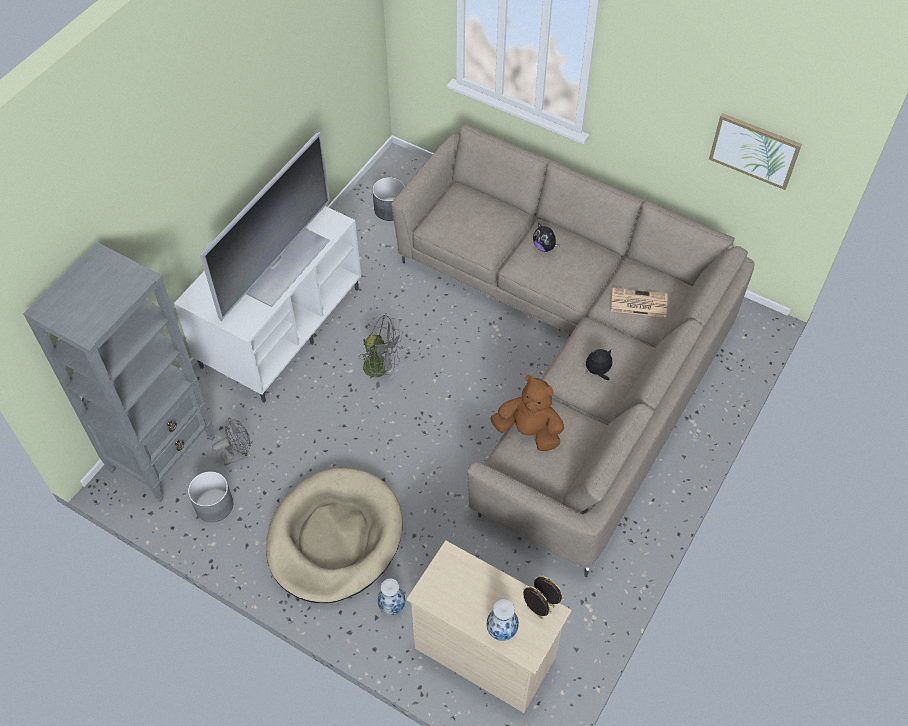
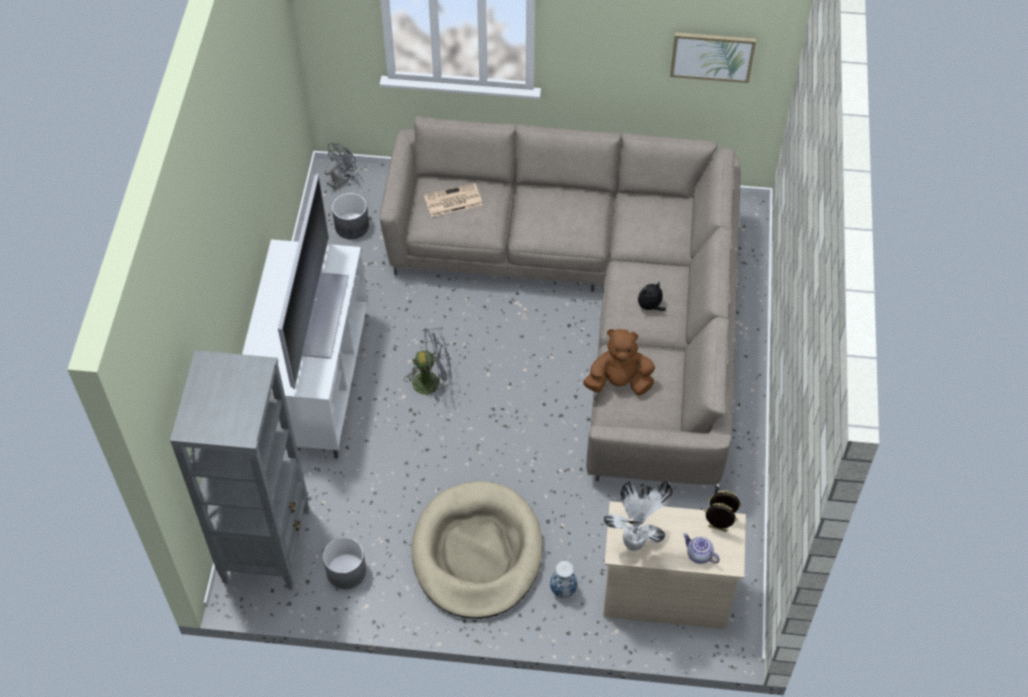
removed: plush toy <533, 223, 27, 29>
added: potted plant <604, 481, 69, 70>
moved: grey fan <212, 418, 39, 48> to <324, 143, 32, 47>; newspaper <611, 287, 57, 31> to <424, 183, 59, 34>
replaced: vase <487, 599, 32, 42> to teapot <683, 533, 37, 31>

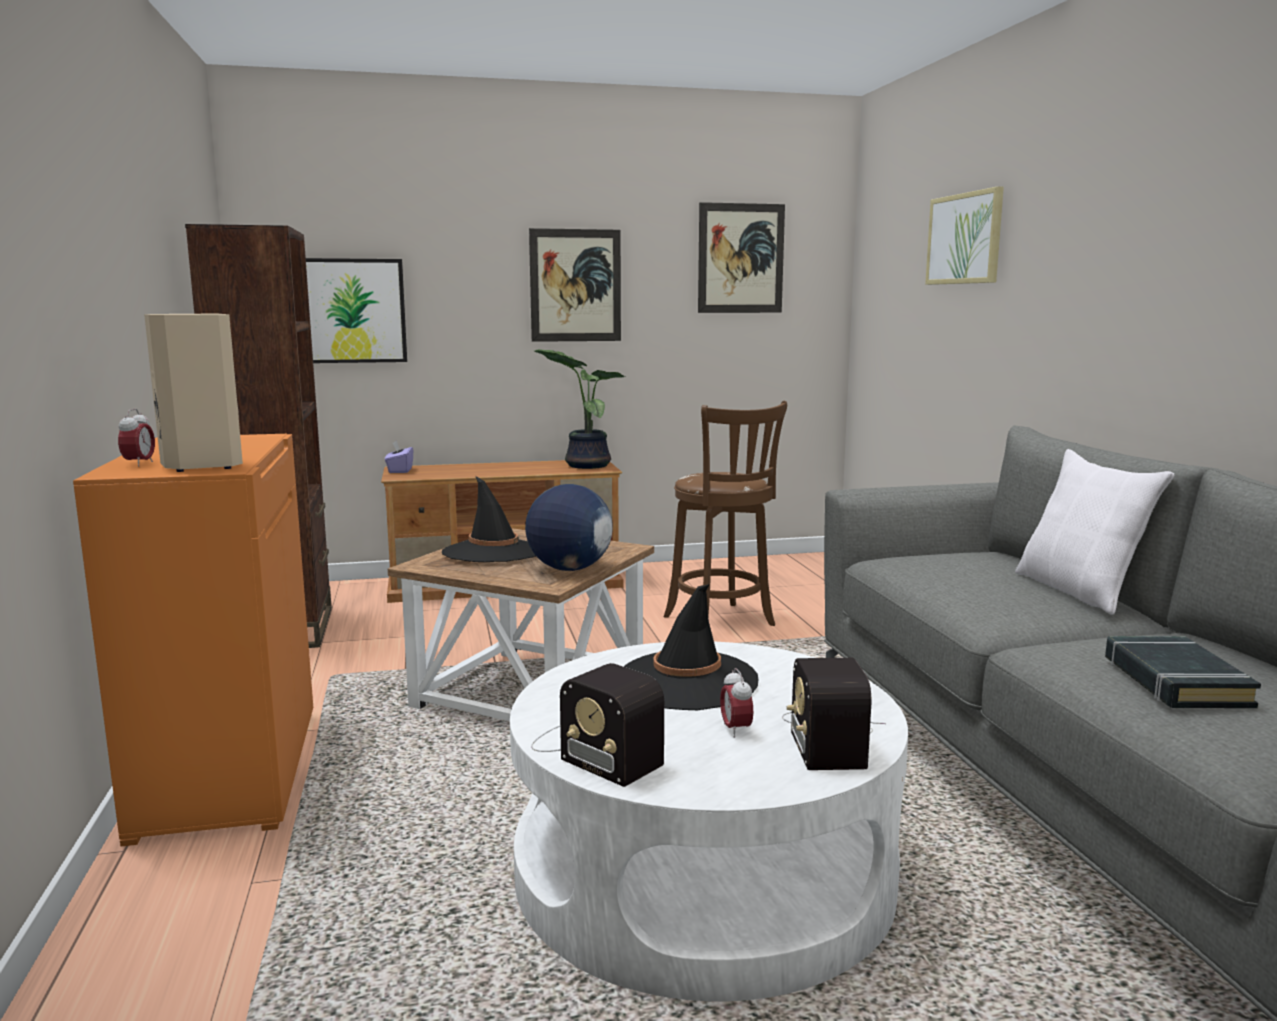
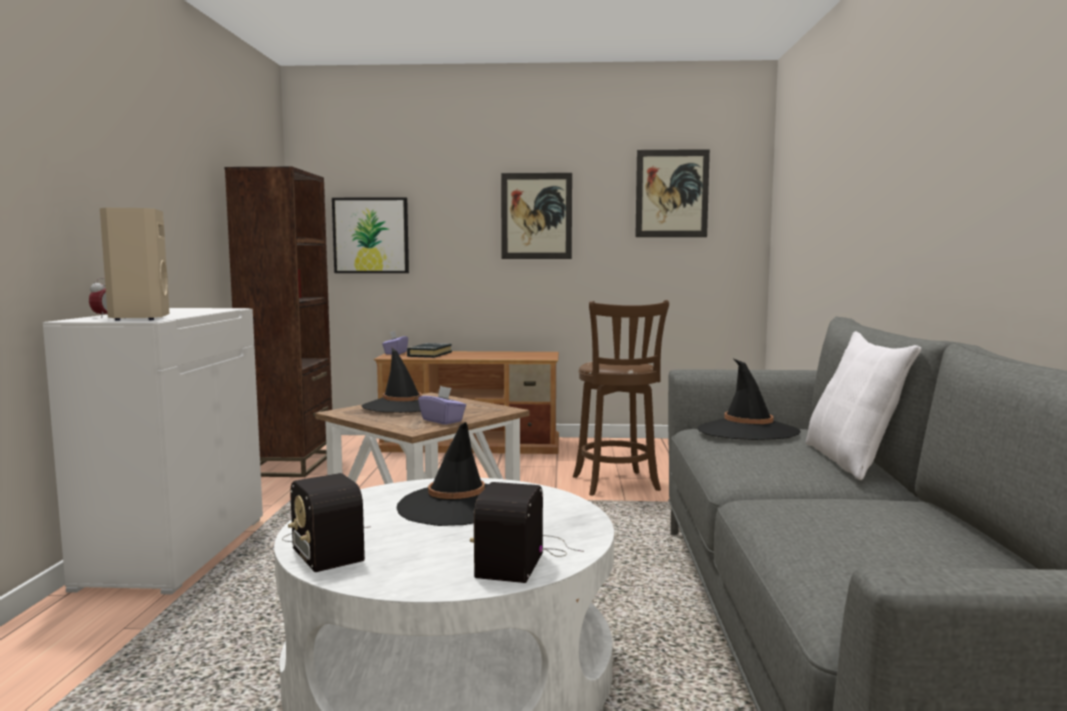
removed: potted plant <534, 349, 91, 120>; alarm clock <720, 668, 33, 70>; picture <925, 186, 79, 99>
added: black hat <697, 359, 104, 81>
moved: black book <1105, 636, 156, 72> to <407, 343, 45, 15>
replaced: globe <525, 484, 88, 87> to purple tissue box <418, 386, 48, 39>
recoloured: orange cabinet <73, 434, 240, 412> to white cabinet <43, 308, 220, 287>

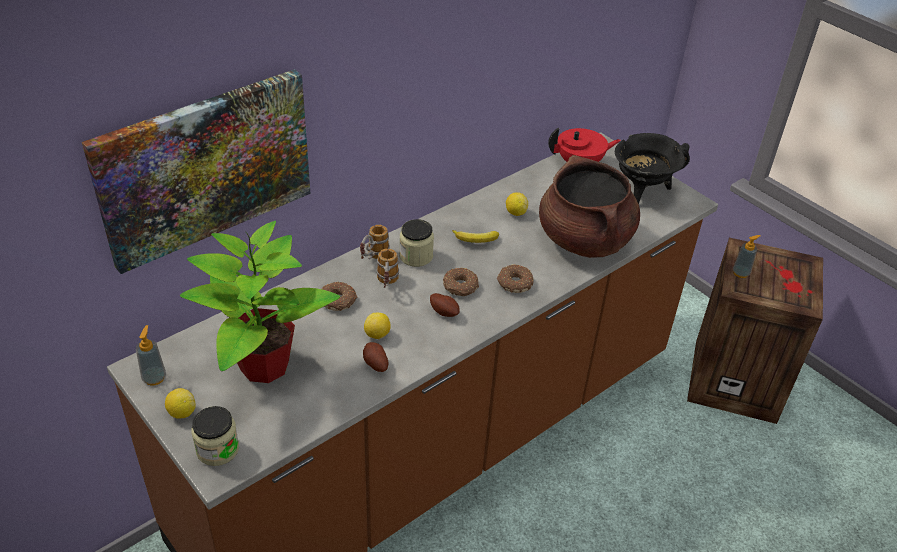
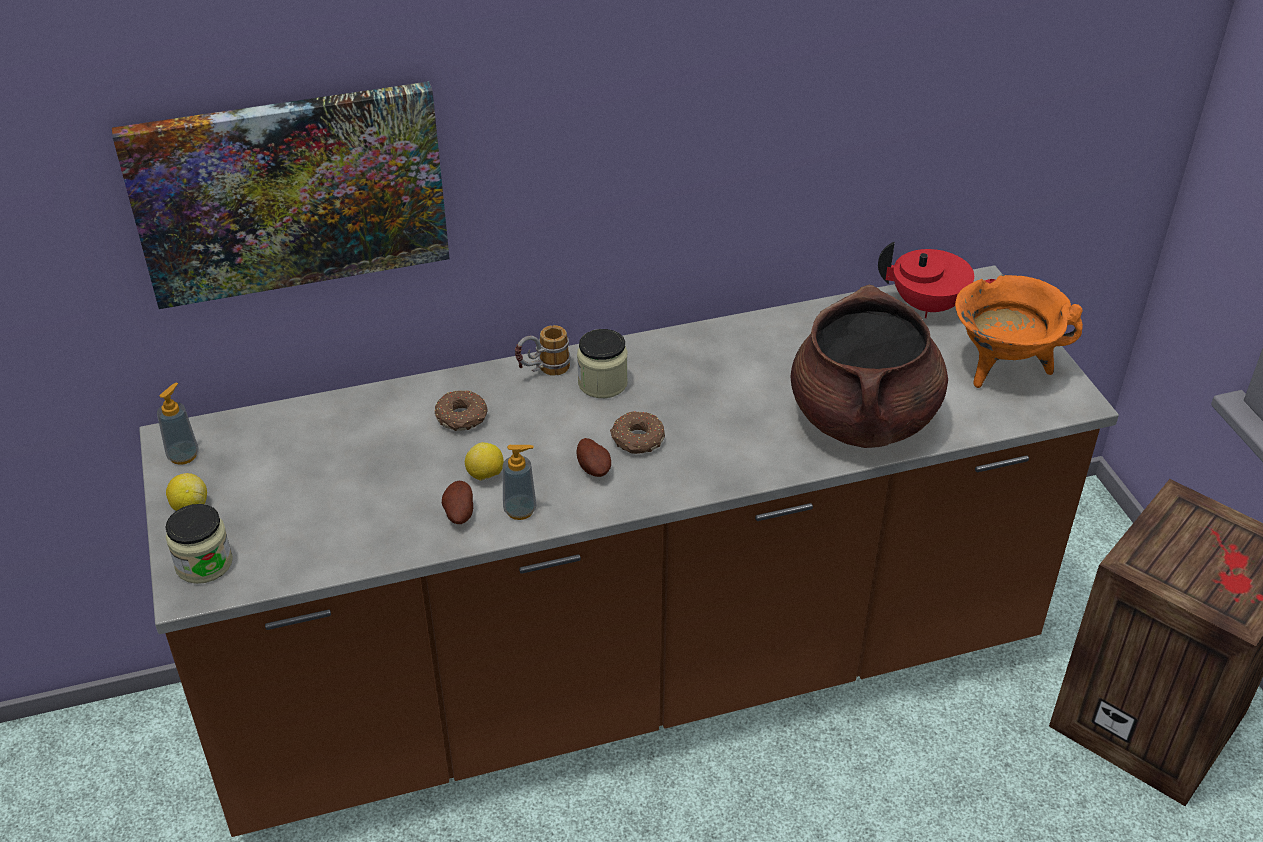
removed: potted plant <179, 221, 161, 162>; mug <376, 249, 23, 39>; banana <452, 230, 47, 13>; donut <497, 264, 37, 29>; lemon <506, 192, 22, 24>
moved: soap dispenser <733, 235, 28, 43> to <502, 445, 35, 75>
recoloured: black cooking pot <615, 133, 75, 71> to orange cooking pot <955, 275, 128, 113>

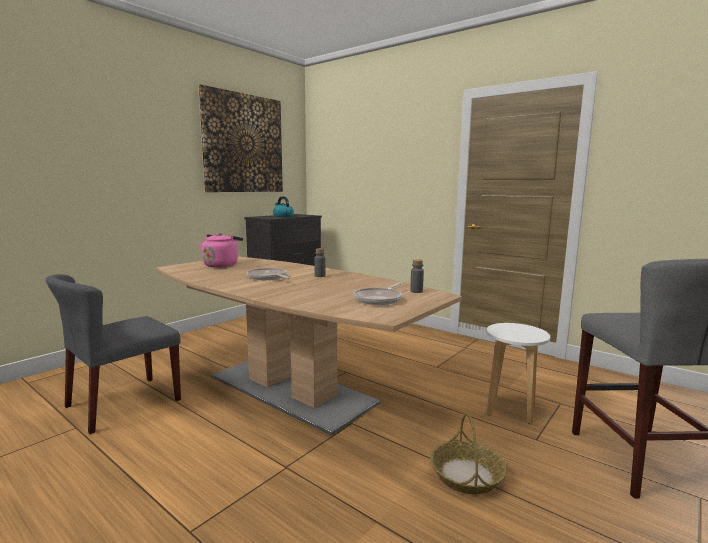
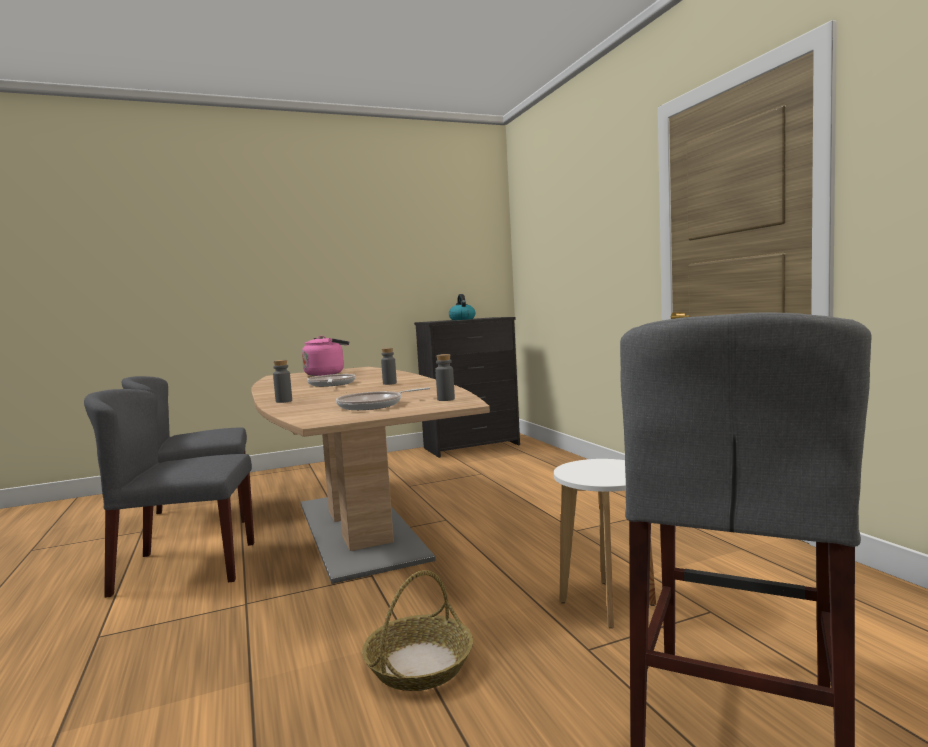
removed: picture <198, 84, 85, 108>
added: grey chair <84, 389, 170, 209>; grey bottle <273, 360, 19, 43>

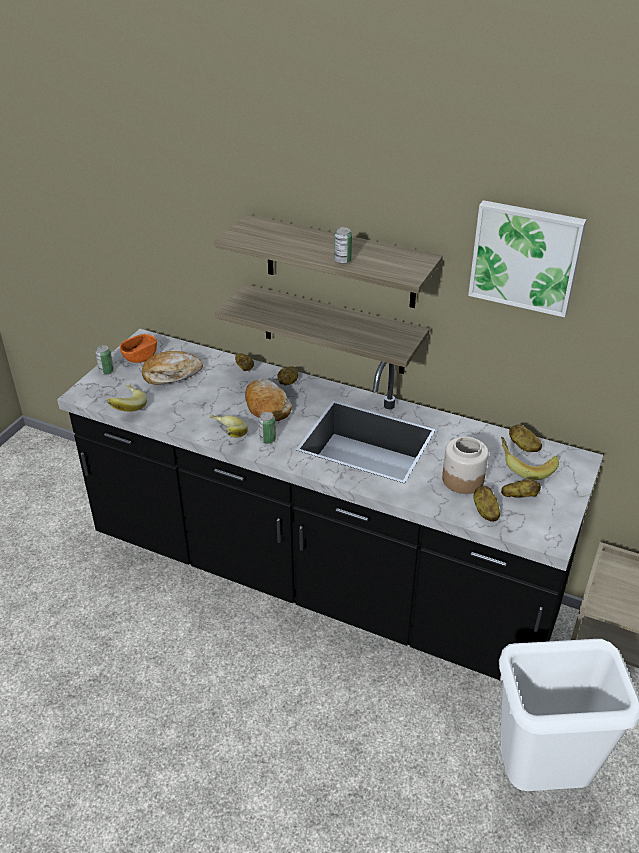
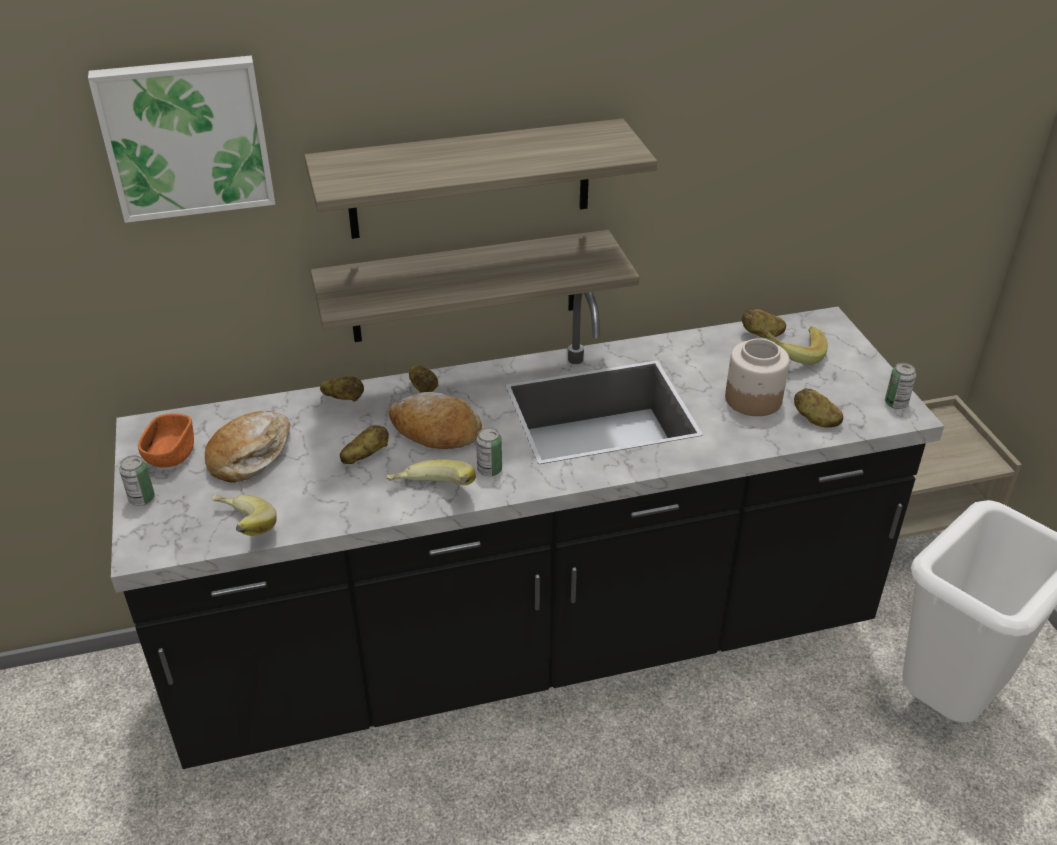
moved: picture <468, 200, 118, 117> to <88, 56, 187, 167>; potato <501, 479, 40, 19> to <340, 425, 49, 39>; can <334, 227, 18, 37> to <885, 363, 31, 46>

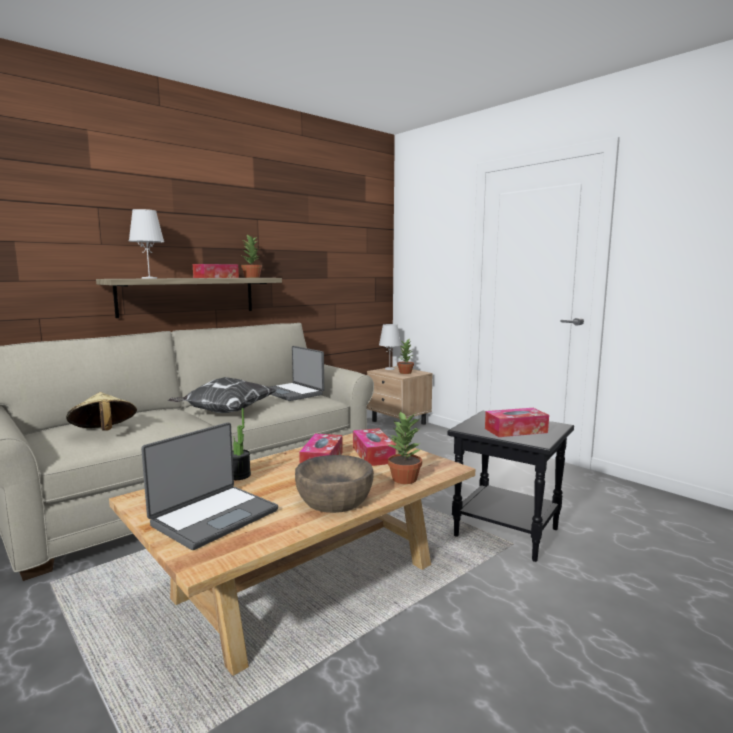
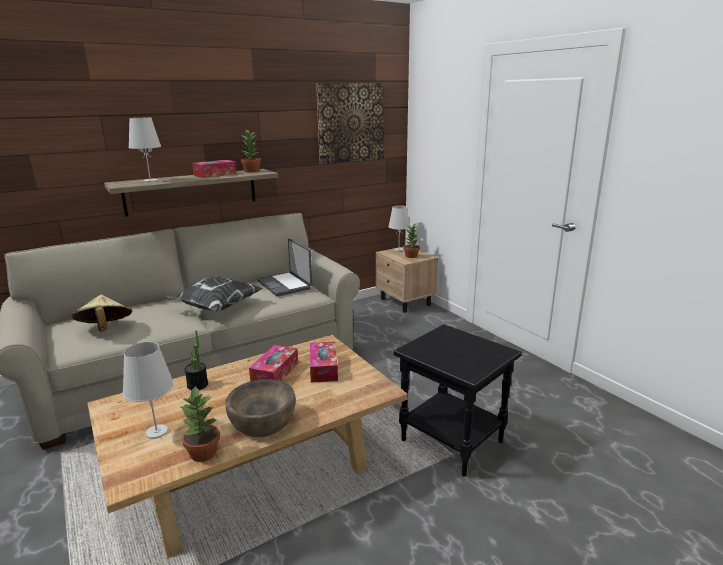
removed: tissue box <485, 408, 64, 29>
added: picture <316, 83, 68, 81>
moved: potted plant <386, 411, 36, 73> to <179, 386, 41, 76>
replaced: laptop <141, 422, 137, 128> to white table lamp <123, 342, 51, 97>

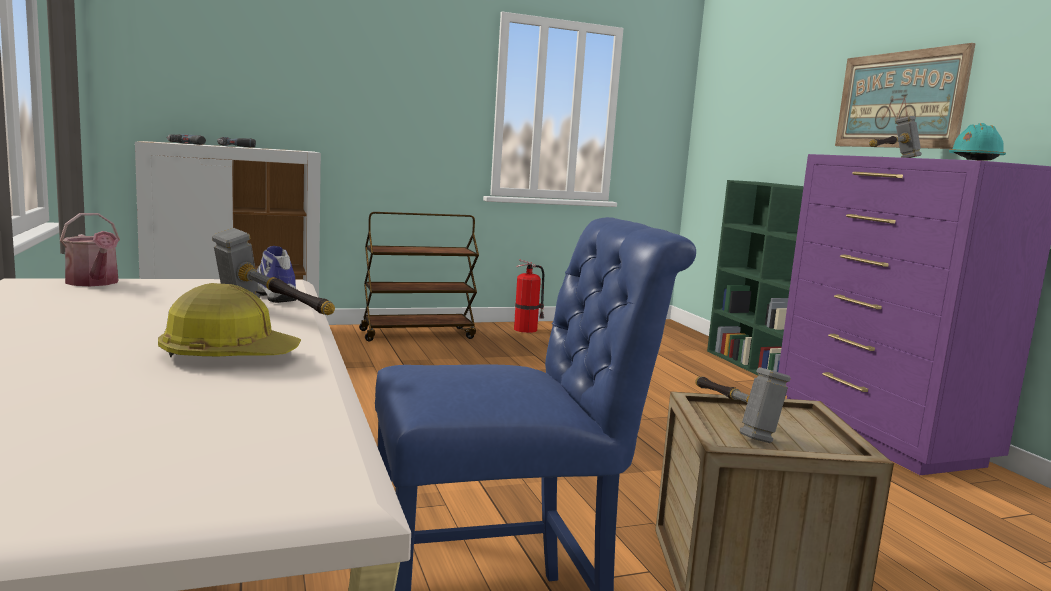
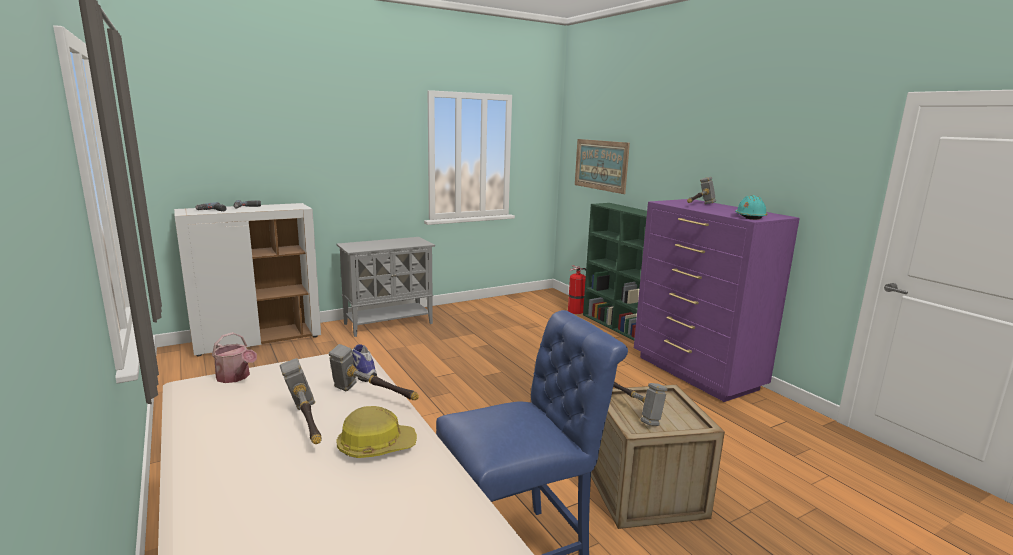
added: hammer <280, 358, 42, 86>
moved: fire extinguisher <514, 259, 30, 74> to <568, 265, 18, 49>; picture <835, 43, 141, 106> to <575, 139, 55, 55>
replaced: brown cart <359, 212, 120, 129> to grey cabinet <336, 237, 99, 100>

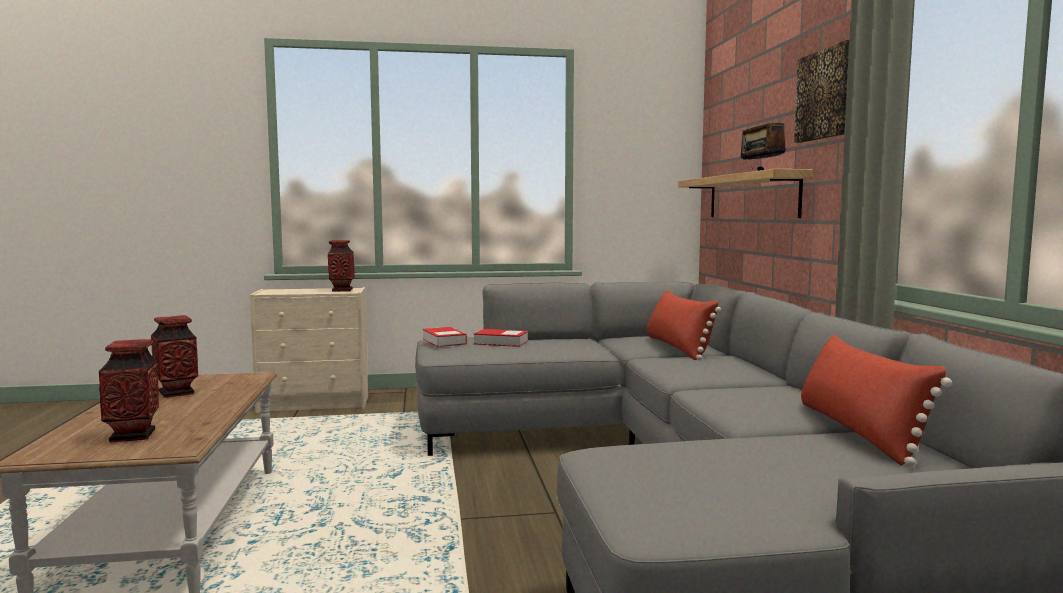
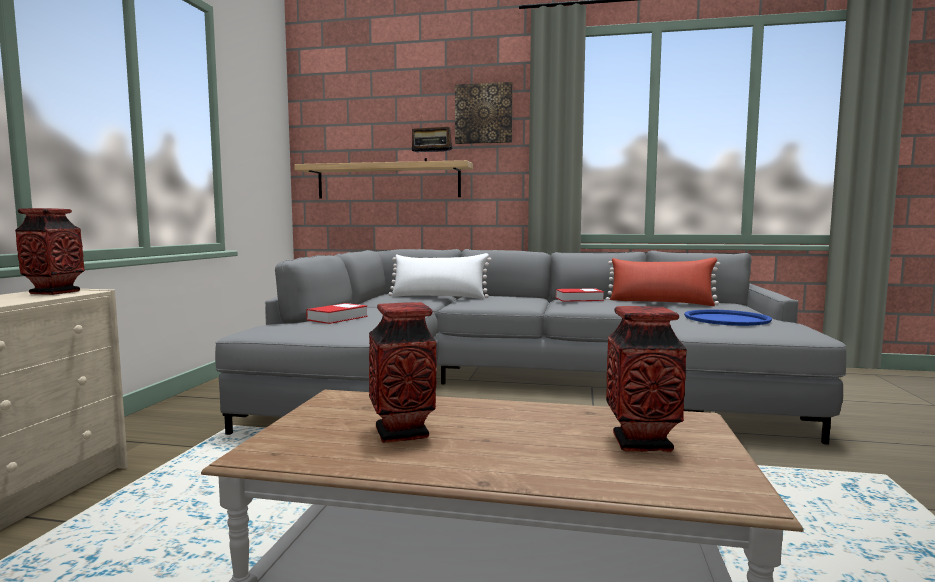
added: blue tray <684, 309, 88, 17>
moved: book <423, 327, 44, 20> to <556, 288, 48, 14>
recoloured: red pillow <647, 290, 74, 70> to white pillow <388, 253, 104, 46>

